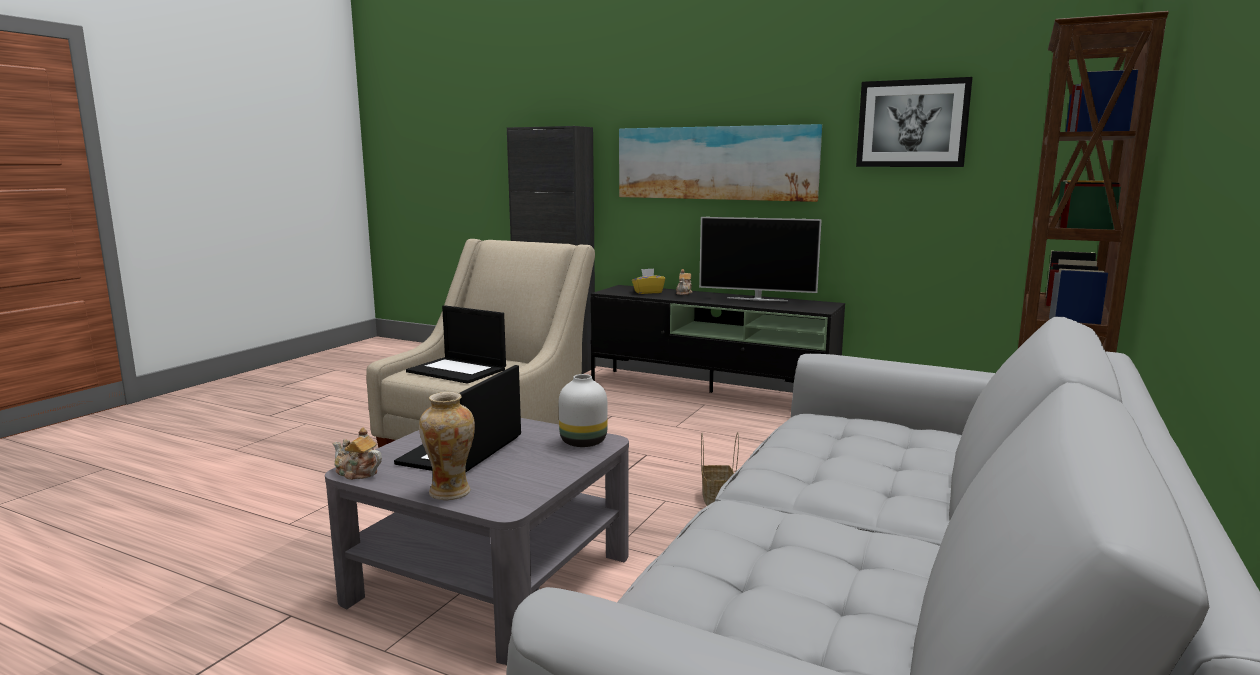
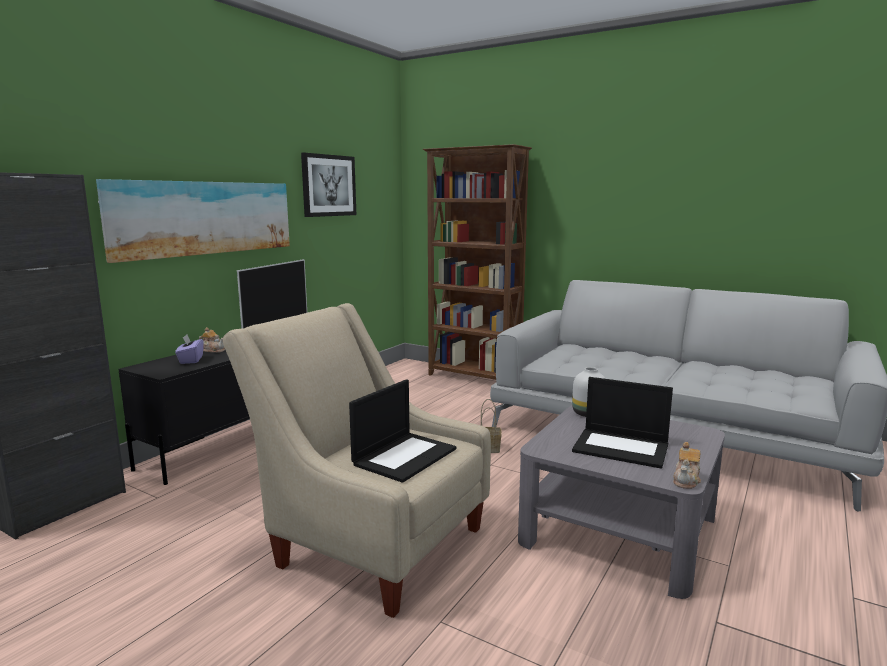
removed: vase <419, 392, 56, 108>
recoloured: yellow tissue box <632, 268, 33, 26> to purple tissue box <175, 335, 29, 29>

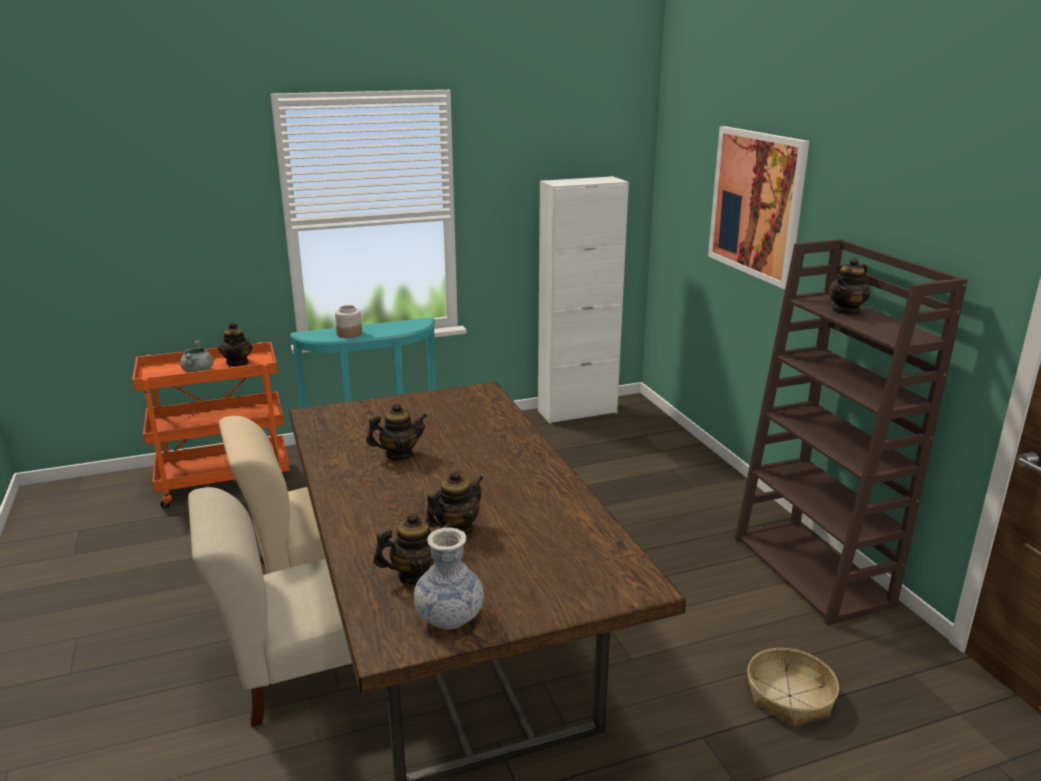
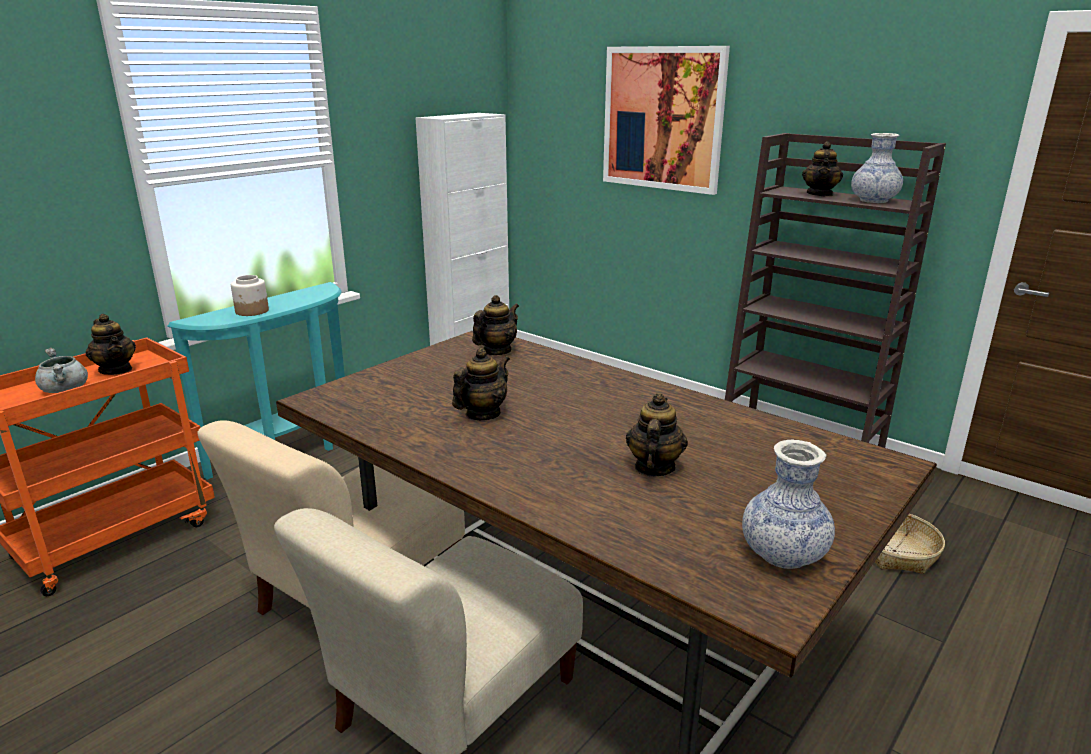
added: vase <851, 133, 52, 70>
moved: teapot <373, 512, 79, 73> to <472, 295, 47, 60>

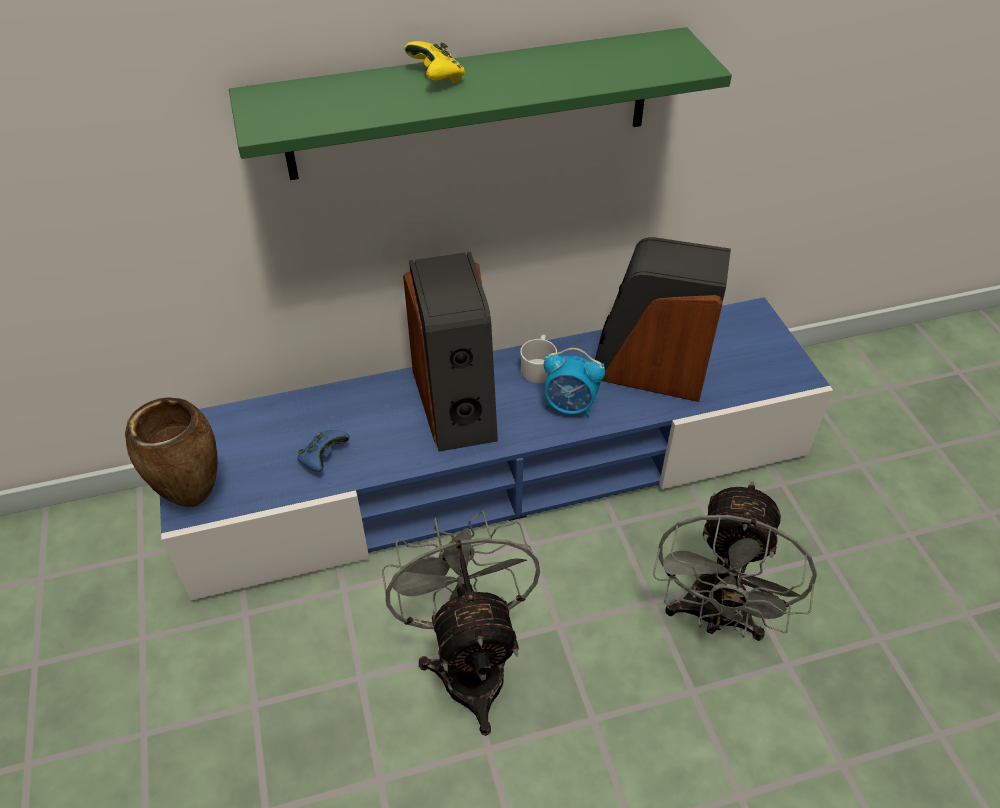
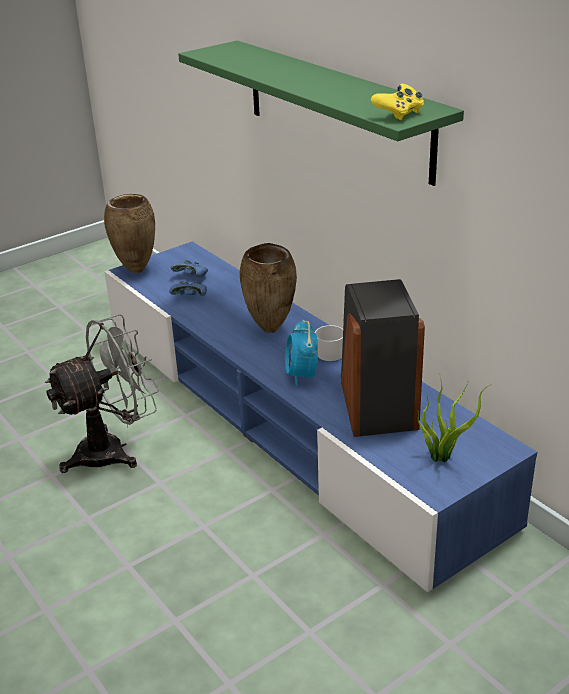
removed: grey fan <653, 481, 164, 160>
added: blue game controller <171, 260, 37, 17>; potted plant <418, 376, 72, 87>
moved: yellow game controller <404, 41, 61, 42> to <371, 84, 53, 36>
replaced: speaker <403, 252, 95, 200> to brown vase <239, 243, 58, 90>

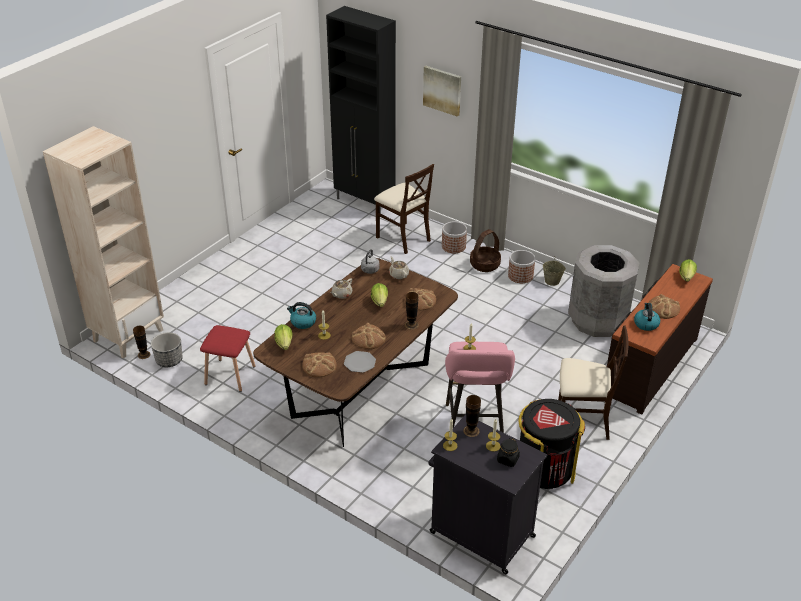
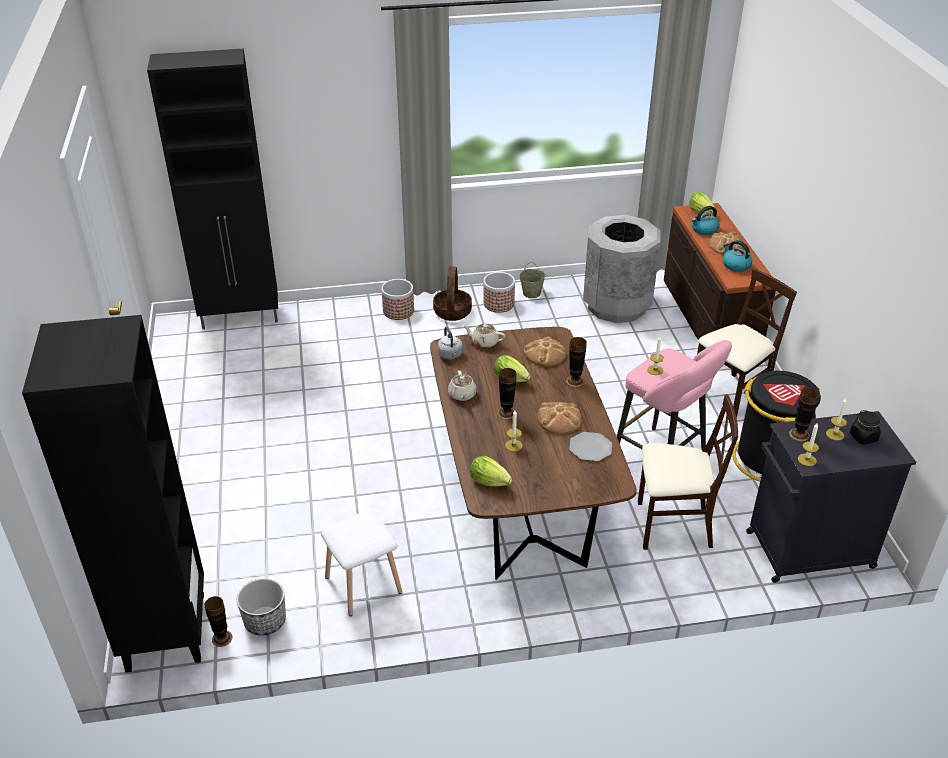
removed: bread <303, 352, 34, 25>; picture <423, 66, 38, 51>
added: vase <497, 368, 20, 52>
moved: beige chair <374, 164, 60, 90> to <638, 394, 100, 156>; kettle <287, 302, 29, 27> to <691, 206, 28, 29>
recoloured: beige bookcase <43, 126, 121, 233> to black bookcase <22, 315, 182, 358>; red stool <200, 325, 56, 67> to white stool <321, 510, 81, 106>

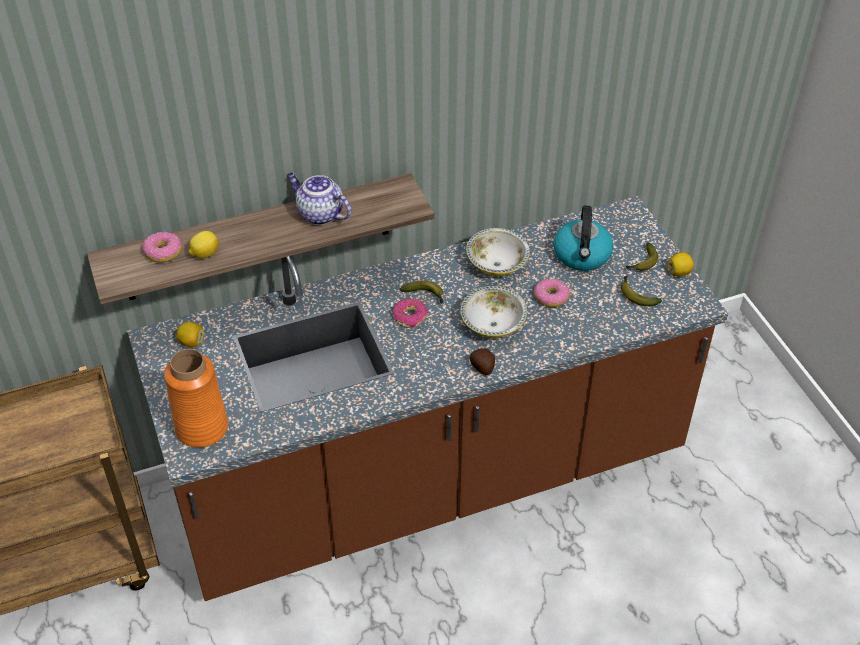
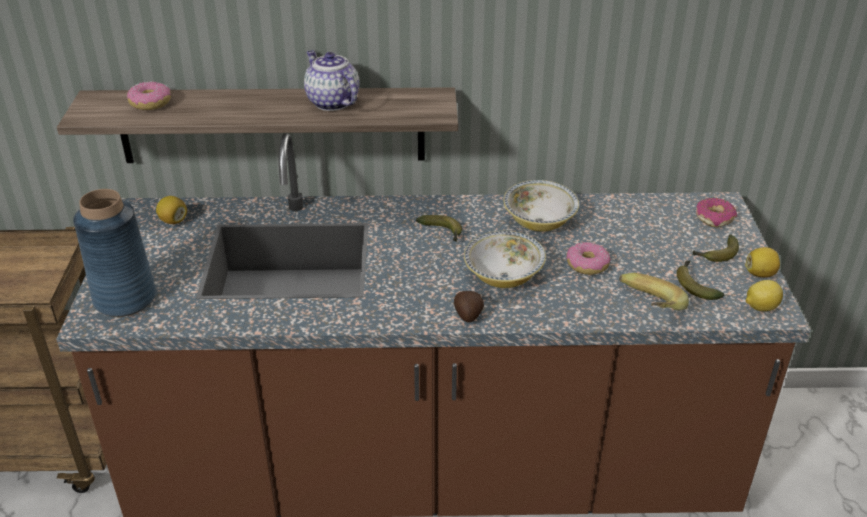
removed: kettle <553, 205, 61, 66>
added: banana <619, 273, 70, 37>
moved: donut <393, 298, 35, 30> to <696, 198, 41, 29>; lemon <189, 231, 29, 27> to <746, 280, 37, 31>
recoloured: orange vase <164, 349, 64, 99> to blue vase <73, 189, 83, 128>

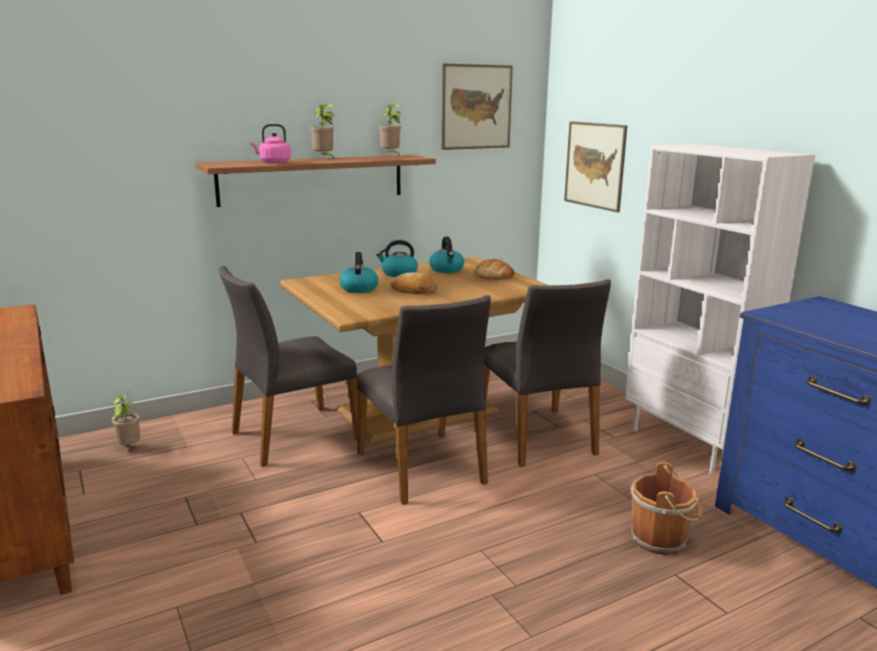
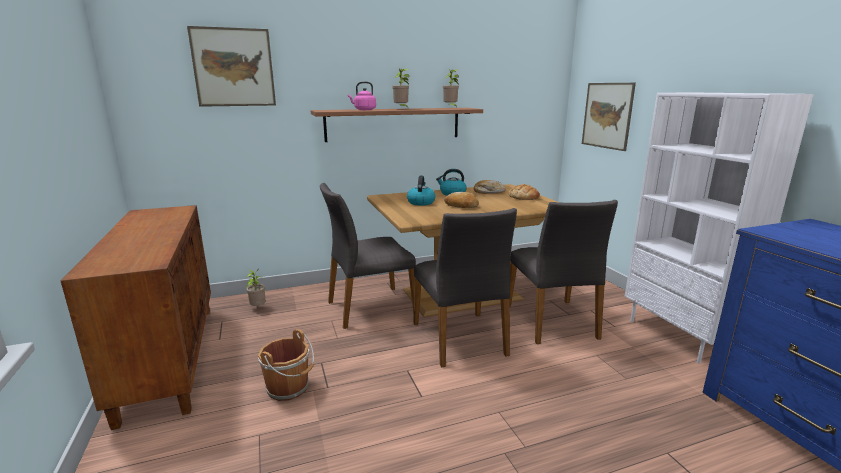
moved: picture <441, 63, 72, 87> to <187, 26, 89, 81>; brown bucket <631, 462, 71, 93> to <258, 329, 56, 72>
replaced: kettle <429, 237, 35, 36> to bread <474, 180, 32, 13>

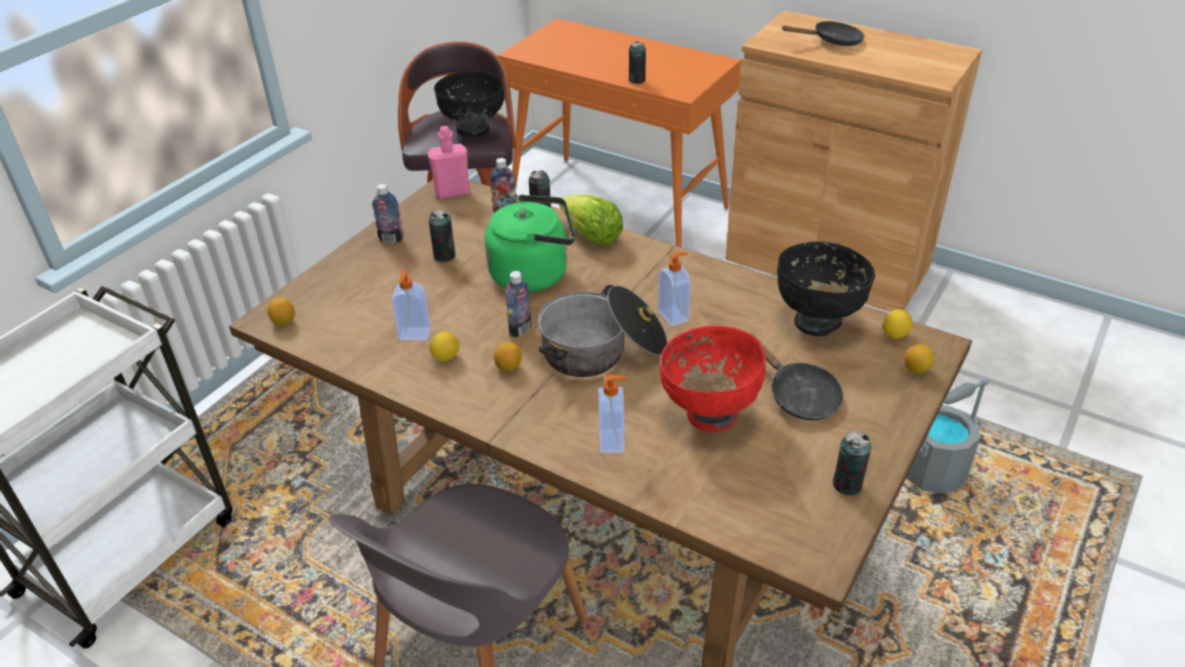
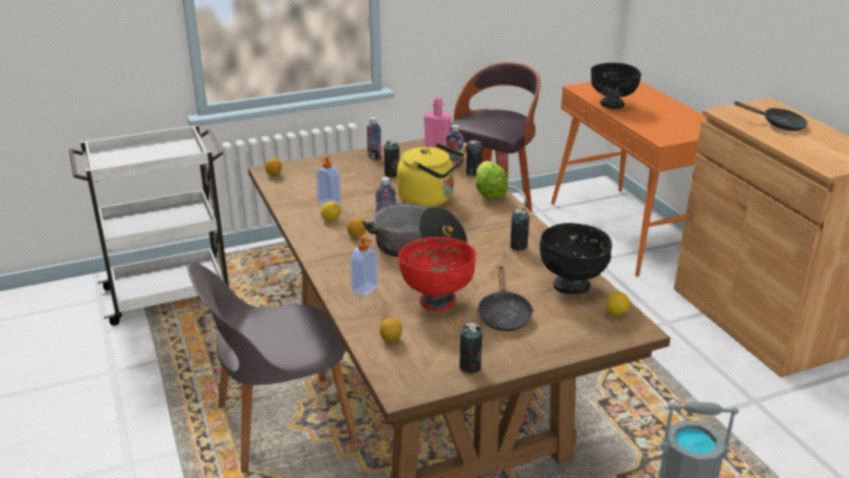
removed: soap dispenser <658, 252, 33, 75>
moved: lemon <904, 344, 30, 30> to <380, 318, 22, 24>; can <629, 42, 17, 42> to <510, 208, 20, 43>; black bowl <434, 70, 71, 67> to <591, 63, 50, 46>
recoloured: green kettle <485, 194, 90, 99> to yellow kettle <397, 143, 68, 65>

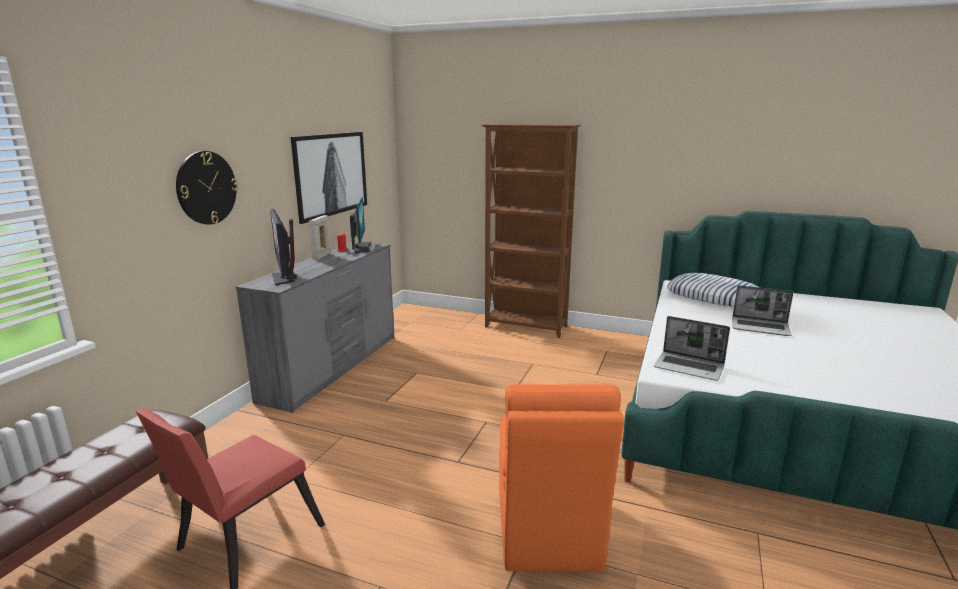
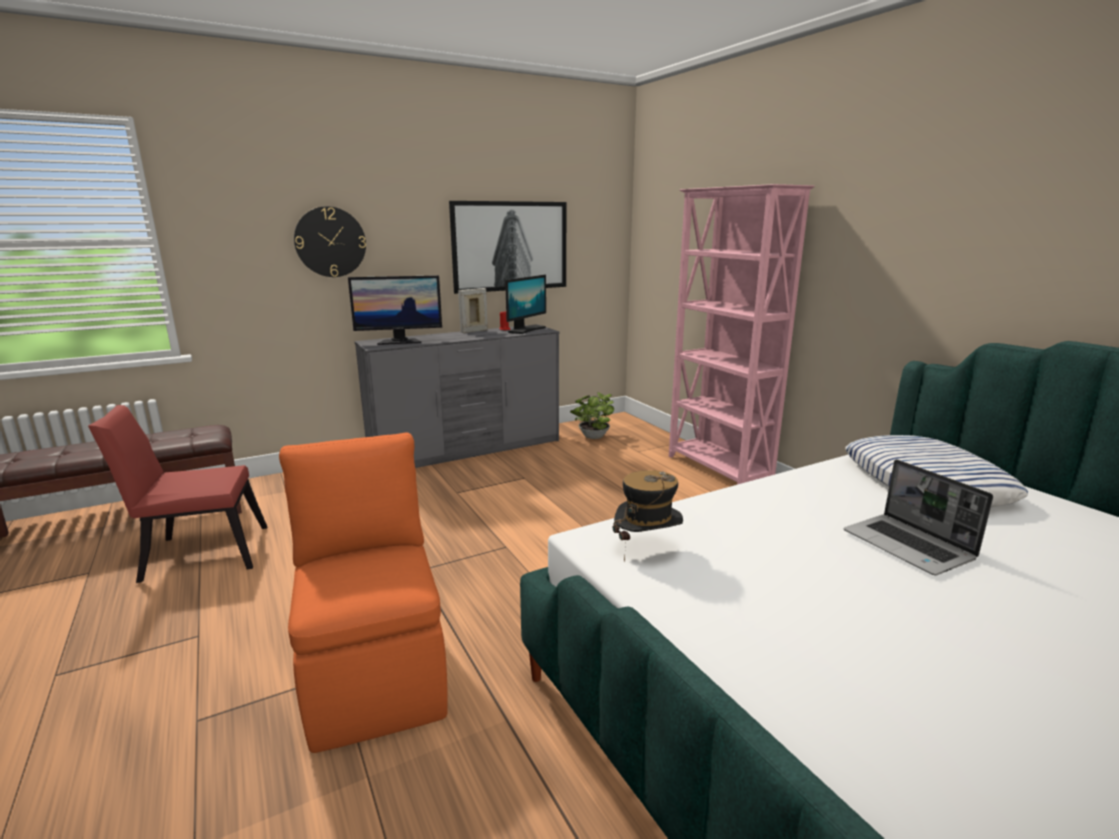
added: potted plant <570, 392, 44, 47>
replaced: laptop <654, 316, 76, 65> to hat <612, 470, 71, 92>
recoloured: brown bookcase <482, 124, 99, 214> to pink bookcase <669, 184, 146, 301>
turned: orange chair <499, 384, 125, 188> = <279, 433, 169, 320> 120 degrees clockwise; monitor <270, 209, 27, 76> = <348, 275, 94, 70> 120 degrees counterclockwise

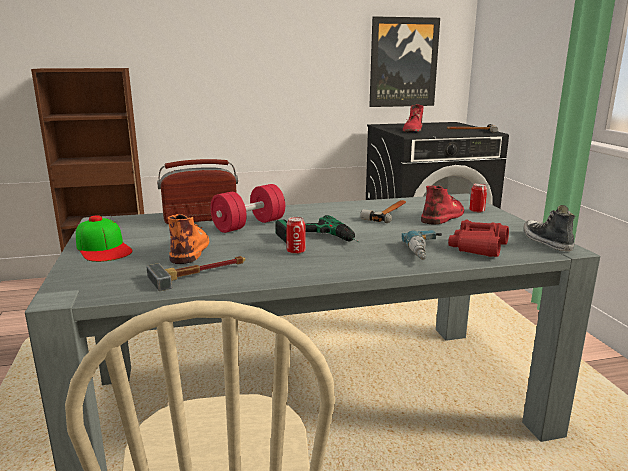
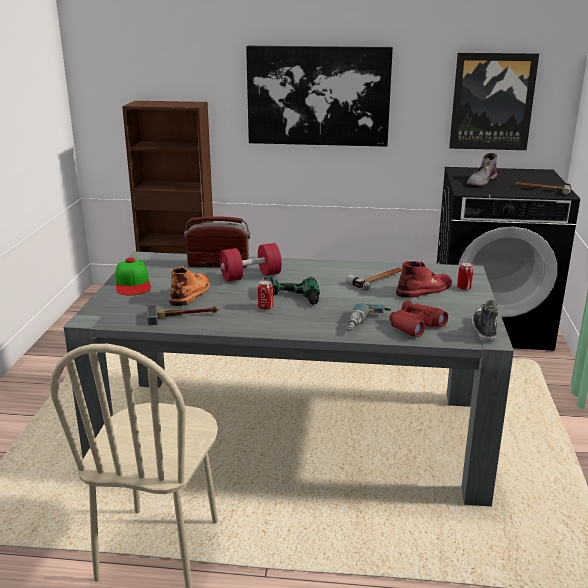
added: picture <246, 46, 147, 101>
recoloured: red boot <403, 104, 21, 29> to grey boot <467, 153, 31, 34>

